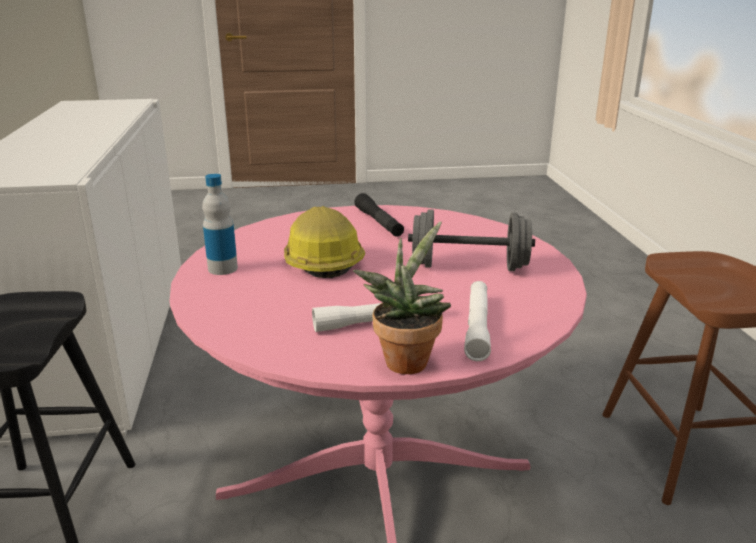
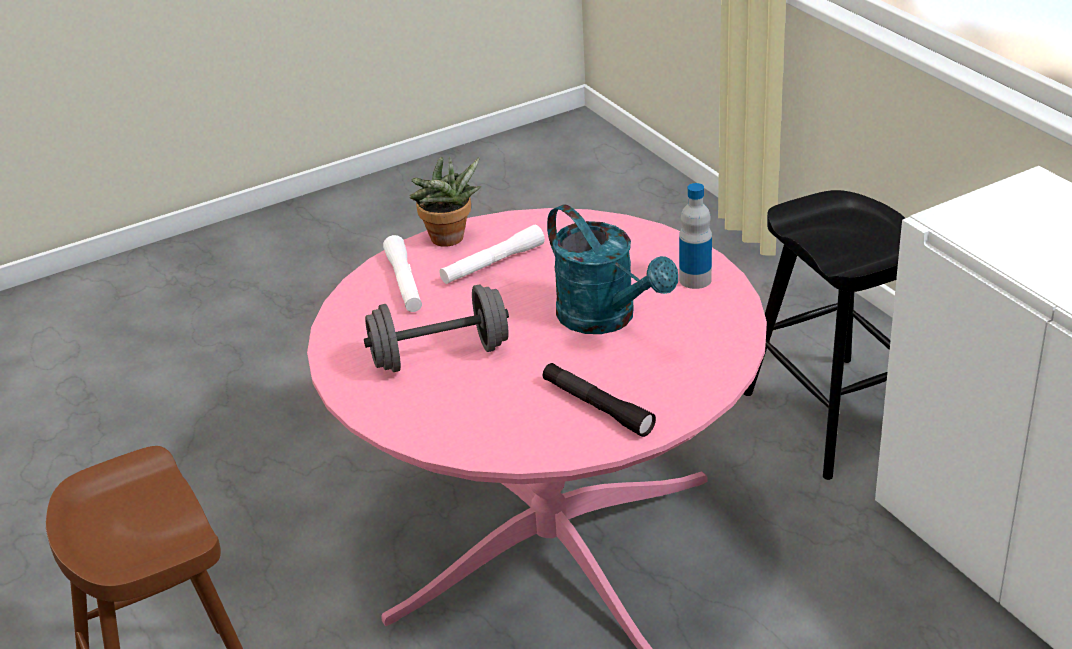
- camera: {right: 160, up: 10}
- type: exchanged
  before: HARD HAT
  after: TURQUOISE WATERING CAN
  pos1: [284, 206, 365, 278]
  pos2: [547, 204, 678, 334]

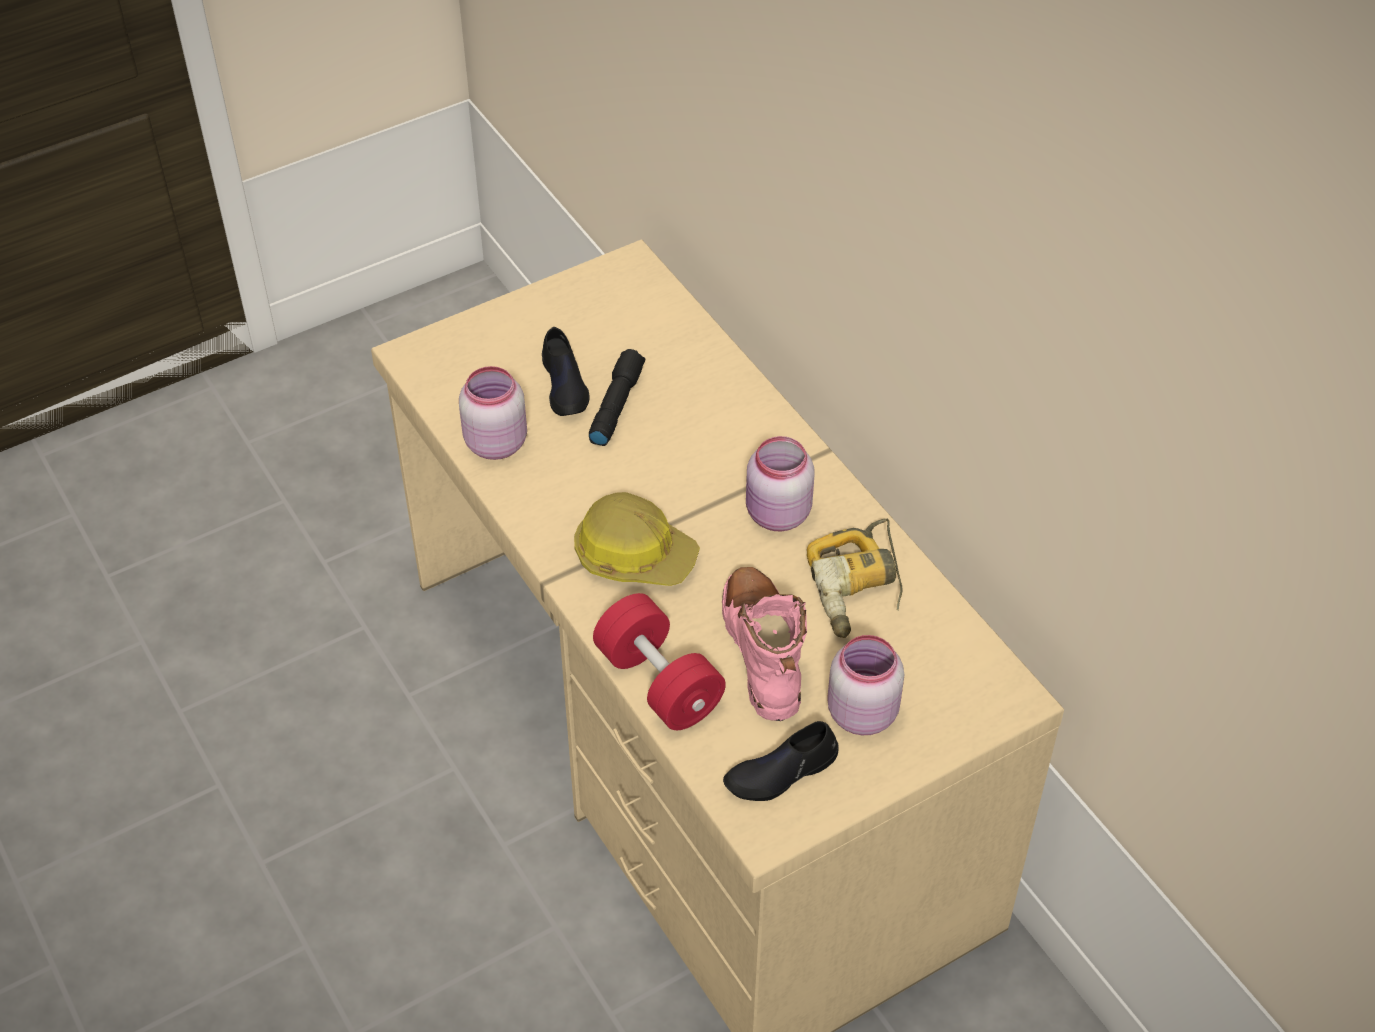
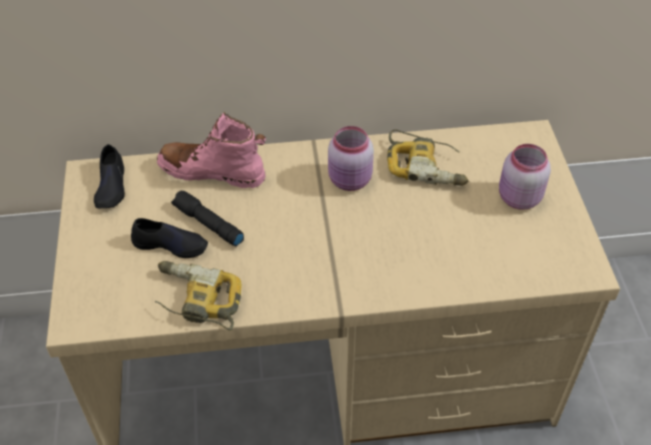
- camera: {right: -65, up: 0}
- type: exchanged
  before: PINK JAR
  after: POWER DRILL
  pos1: [459, 366, 527, 460]
  pos2: [155, 261, 242, 331]
- type: missing
  before: HARD HAT
  pos1: [574, 492, 700, 586]
- type: missing
  before: RED DUMBBELL
  pos1: [593, 593, 726, 730]
- type: relocated
  before: PINK BOOT
  pos1: [722, 567, 807, 721]
  pos2: [157, 112, 266, 188]
- type: relocated
  before: BLACK SHOE
  pos1: [723, 721, 838, 801]
  pos2: [94, 144, 125, 208]

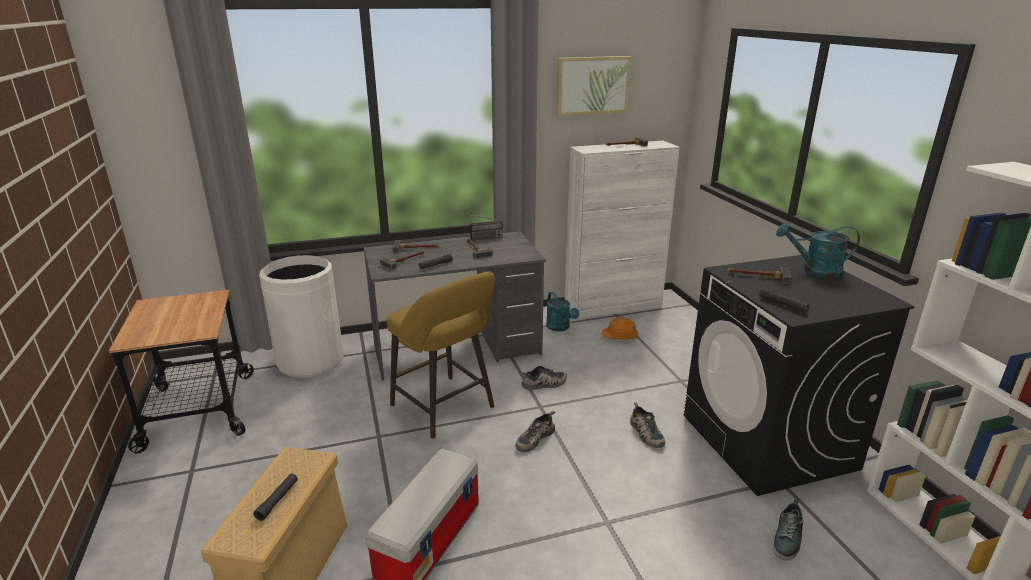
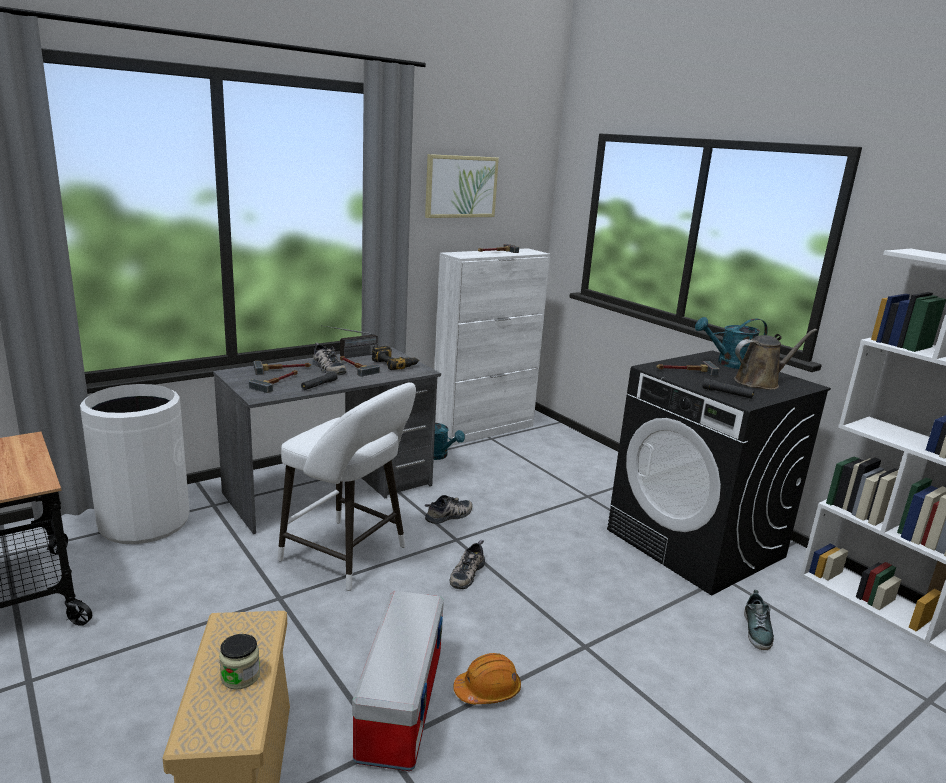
- camera: {right: -20, up: -5}
- type: exchanged
  before: BLACK FLASHLIGHT
  after: JAR
  pos1: [253, 474, 298, 521]
  pos2: [219, 634, 260, 690]
- type: colour
  before: YELLOW STOOL
  after: WHITE STOOL
  pos1: [387, 271, 495, 439]
  pos2: [278, 382, 416, 591]
- type: relocated
  before: ORANGE HARD HAT
  pos1: [602, 317, 638, 340]
  pos2: [453, 653, 521, 704]
- type: relocated
  before: SHOE
  pos1: [630, 402, 665, 448]
  pos2: [312, 343, 346, 375]
- type: appeared
  after: POWER DRILL
  pos2: [372, 346, 420, 370]
- type: appeared
  after: BROWN WATERING CAN
  pos2: [734, 329, 817, 390]

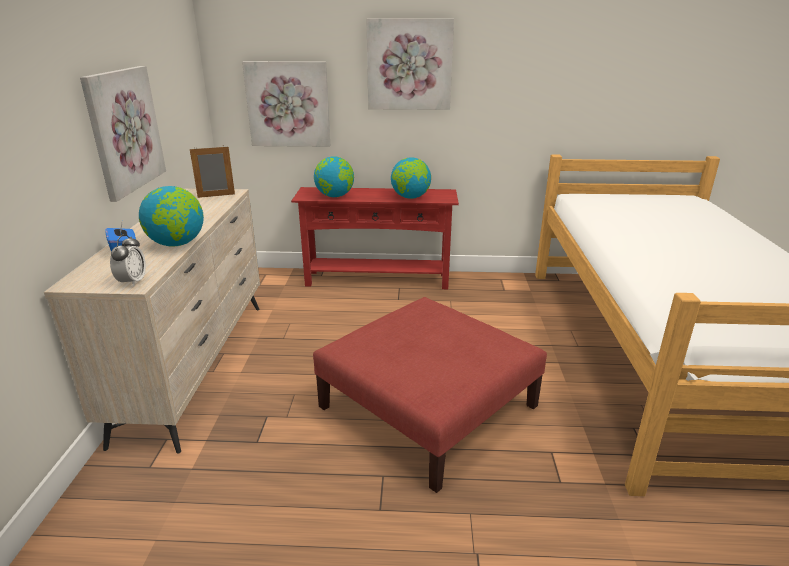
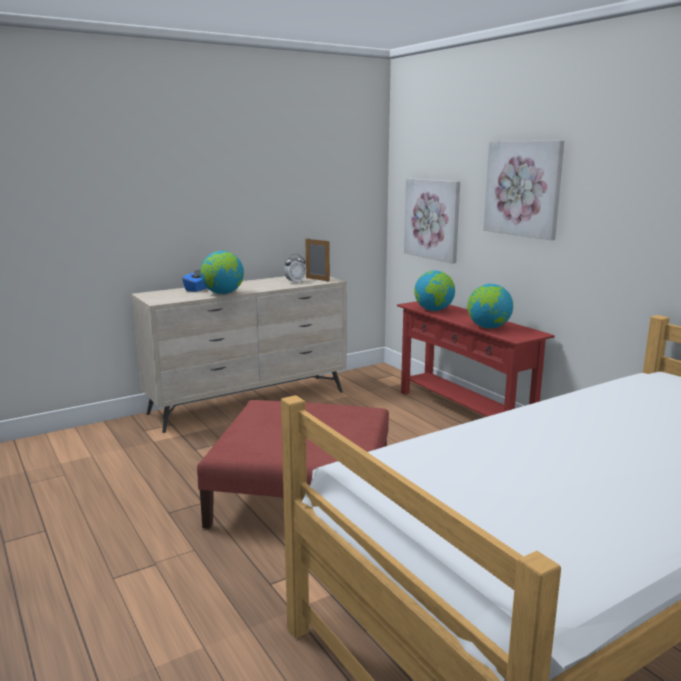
- camera: {right: 55, up: -10}
- type: missing
  before: PICTURE
  pos1: [80, 66, 166, 202]
- type: relocated
  before: ALARM CLOCK
  pos1: [110, 234, 146, 287]
  pos2: [284, 254, 306, 283]

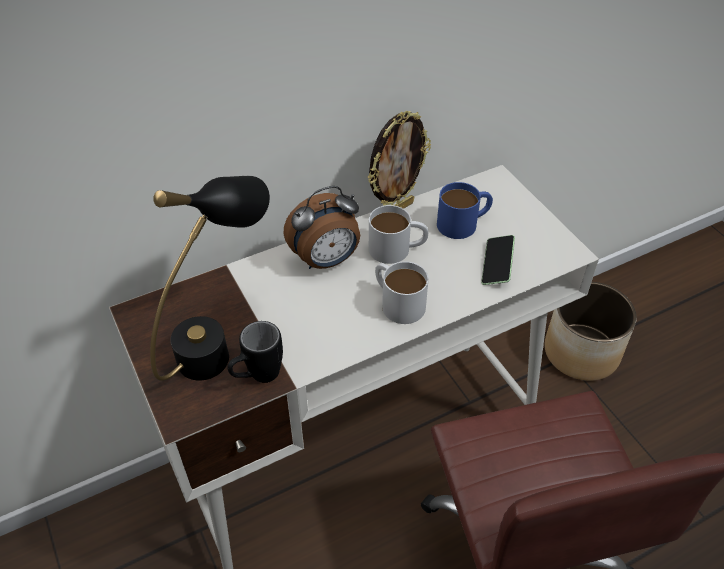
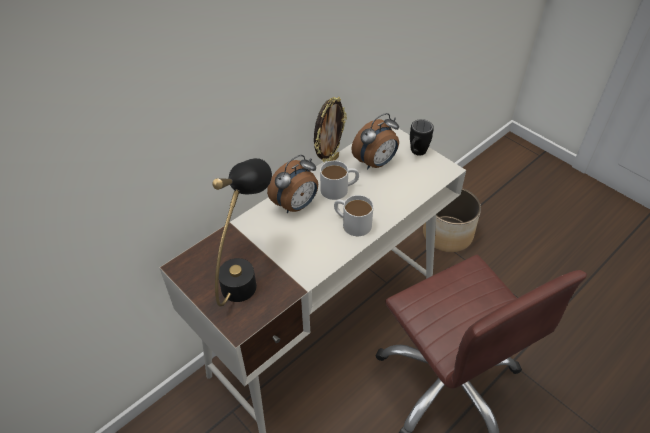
- camera: {right: -15, up: 0}
- type: relocated
  before: BLACK MUG
  pos1: [227, 321, 283, 383]
  pos2: [410, 119, 434, 156]
- type: exchanged
  before: BLUE MUG
  after: ALARM CLOCK
  pos1: [437, 182, 493, 239]
  pos2: [351, 113, 399, 170]
- type: missing
  before: PHONE
  pos1: [481, 235, 515, 285]

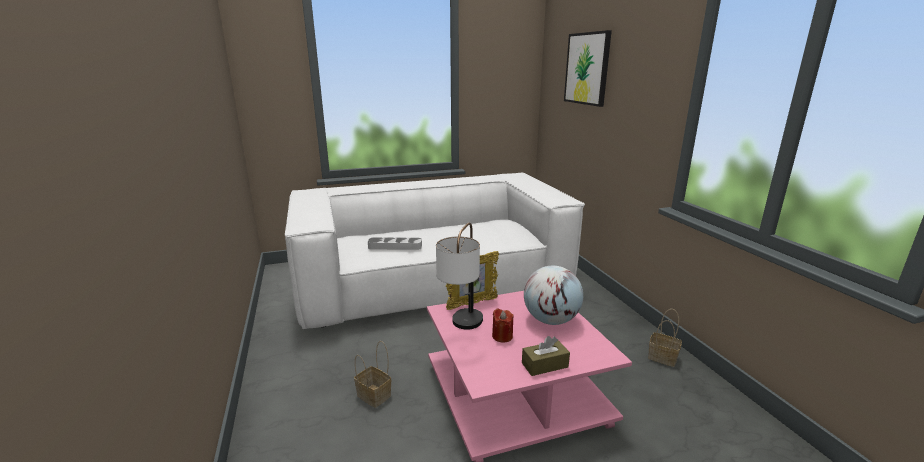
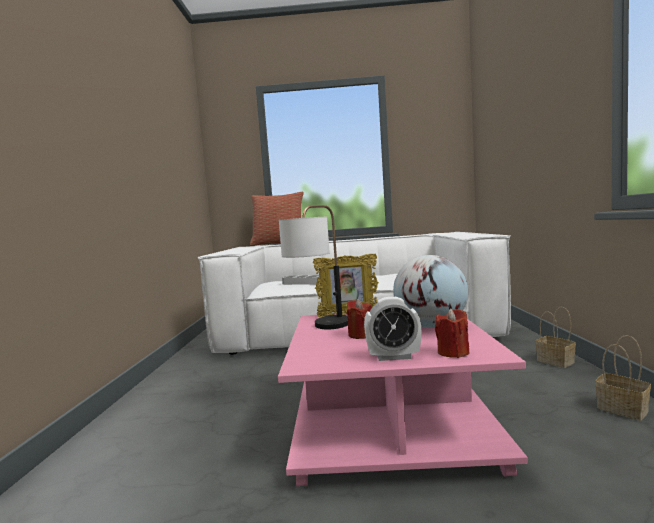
- camera: {right: 20, up: -15}
- type: relocated
  before: BASKET
  pos1: [354, 341, 391, 408]
  pos2: [535, 307, 576, 368]
- type: exchanged
  before: BROWN TISSUE BOX
  after: ALARM CLOCK
  pos1: [522, 336, 570, 376]
  pos2: [364, 297, 421, 361]
- type: missing
  before: PICTURE
  pos1: [564, 30, 612, 107]
- type: appeared
  after: PILLOW
  pos2: [250, 192, 304, 246]
- type: appeared
  after: RED CANDLE
  pos2: [435, 308, 470, 358]

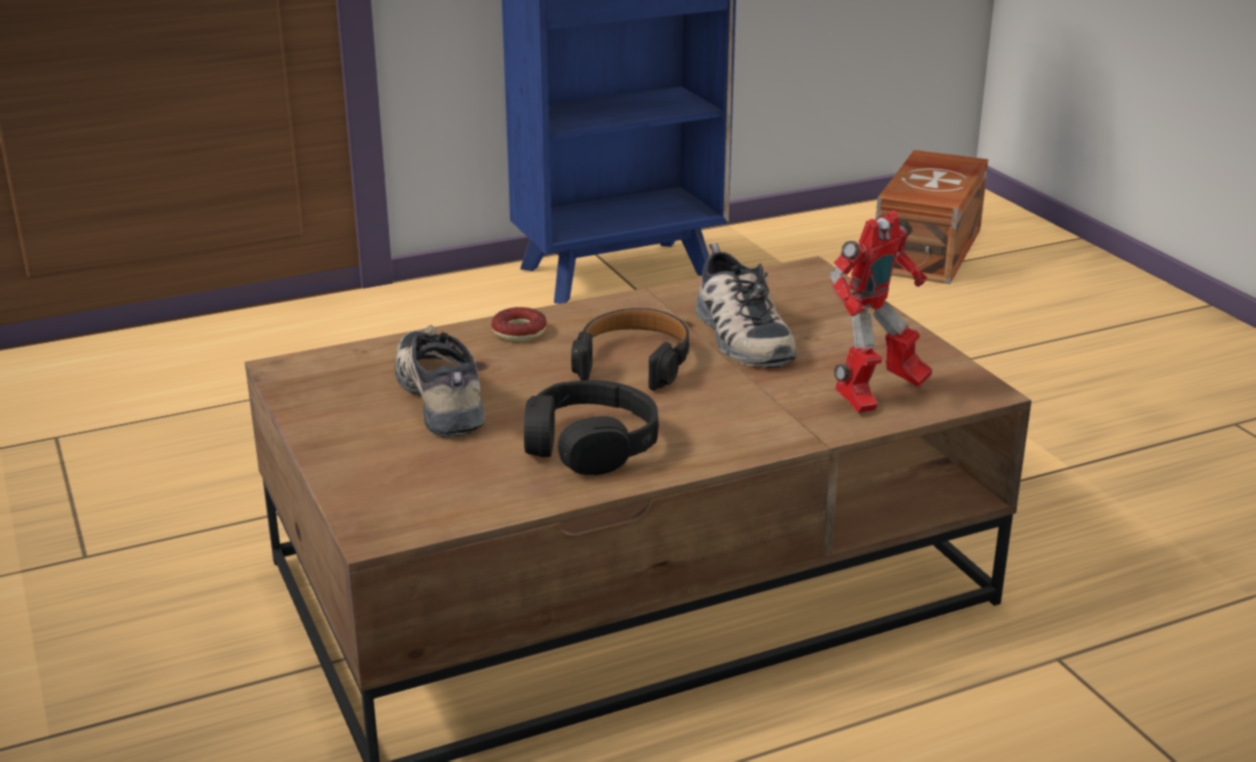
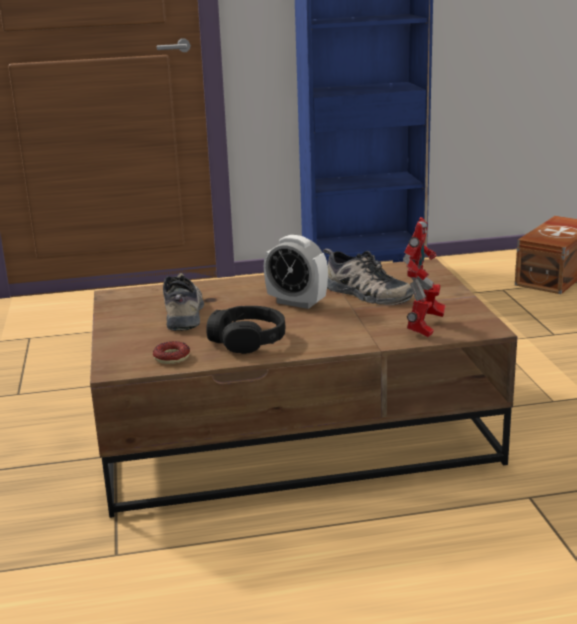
- camera: {right: 15, up: -5}
- type: relocated
  before: DONUT
  pos1: [492, 307, 547, 341]
  pos2: [153, 341, 190, 364]
- type: exchanged
  before: BLACK HEADPHONES
  after: ALARM CLOCK
  pos1: [571, 308, 689, 391]
  pos2: [264, 235, 328, 309]
- type: spun
  before: SHOE
  pos1: [696, 243, 797, 368]
  pos2: [323, 249, 413, 305]
  turn: -45
- type: spun
  before: TOY ROBOT
  pos1: [830, 210, 932, 413]
  pos2: [403, 217, 446, 337]
  turn: -45

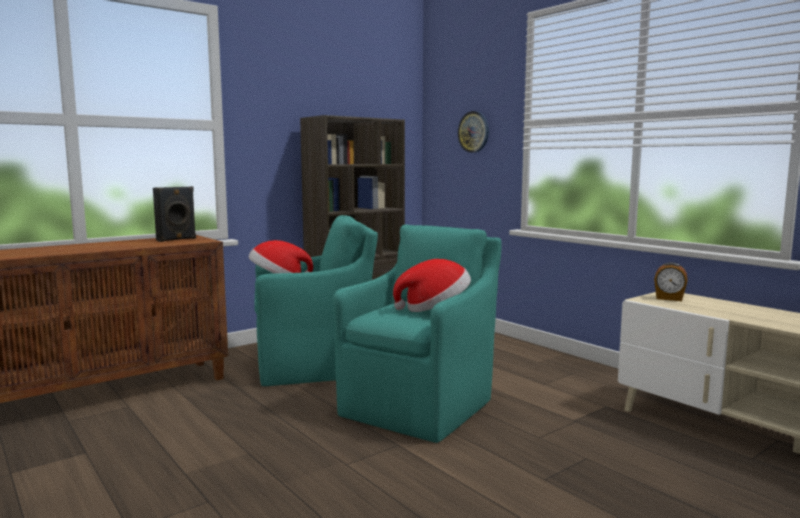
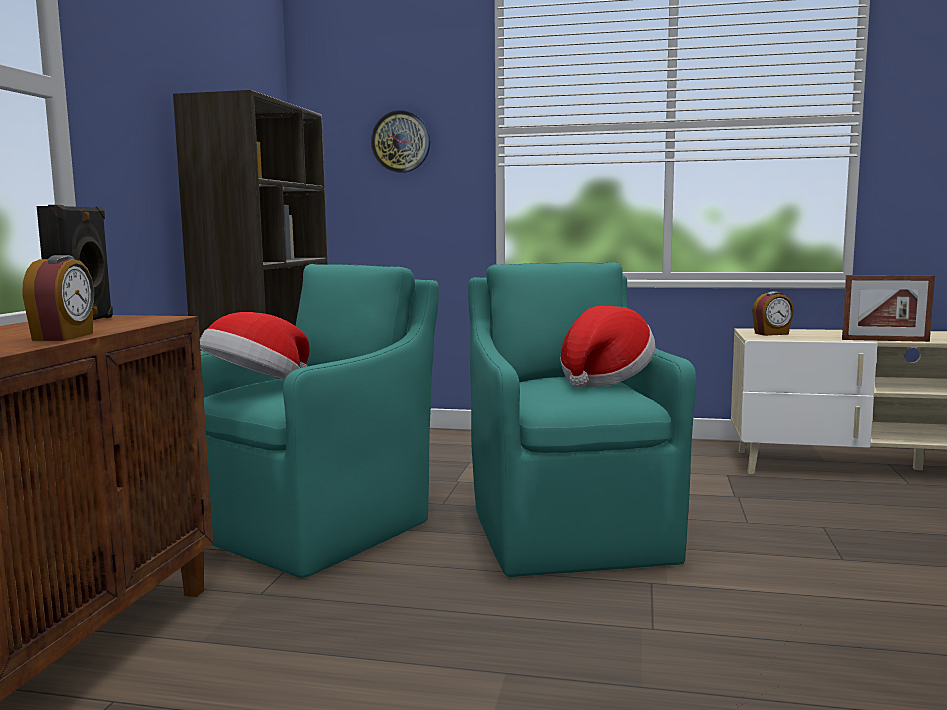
- camera: {right: -40, up: 0}
- type: appeared
  after: ALARM CLOCK
  pos2: [22, 255, 94, 341]
- type: appeared
  after: PICTURE FRAME
  pos2: [842, 275, 935, 342]

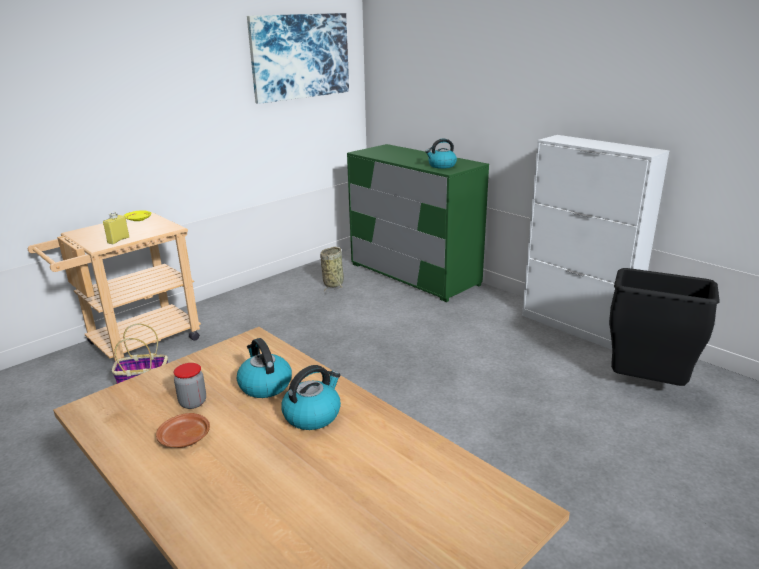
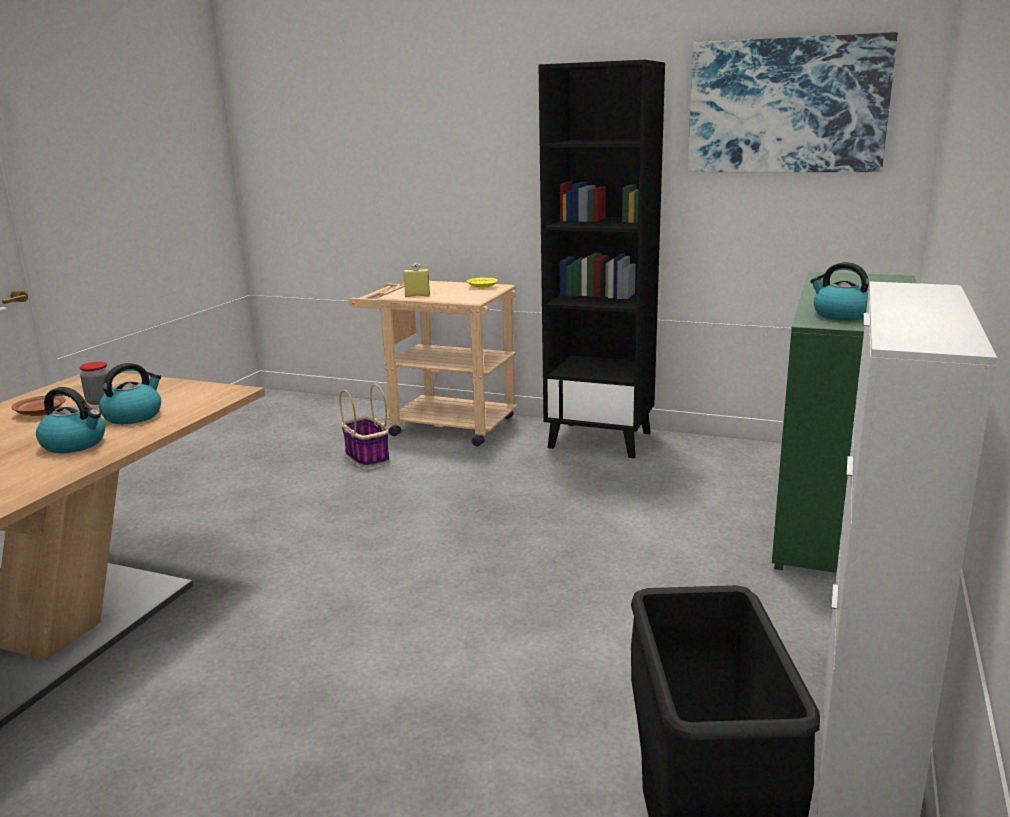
- camera: {right: 65, up: -5}
- type: missing
  before: BASKET
  pos1: [320, 247, 344, 291]
- type: appeared
  after: BLACK BOOKCASE
  pos2: [539, 60, 665, 458]

